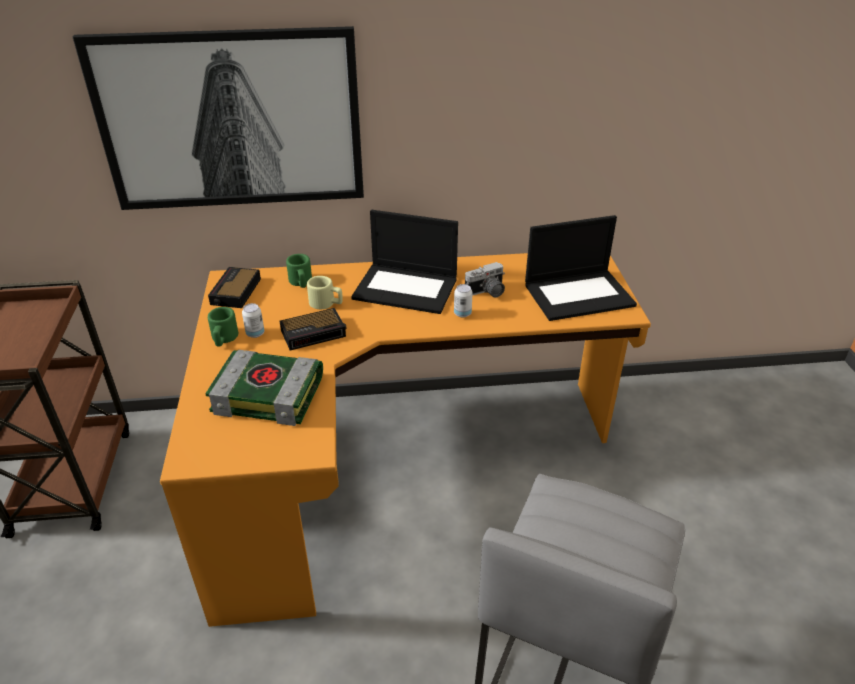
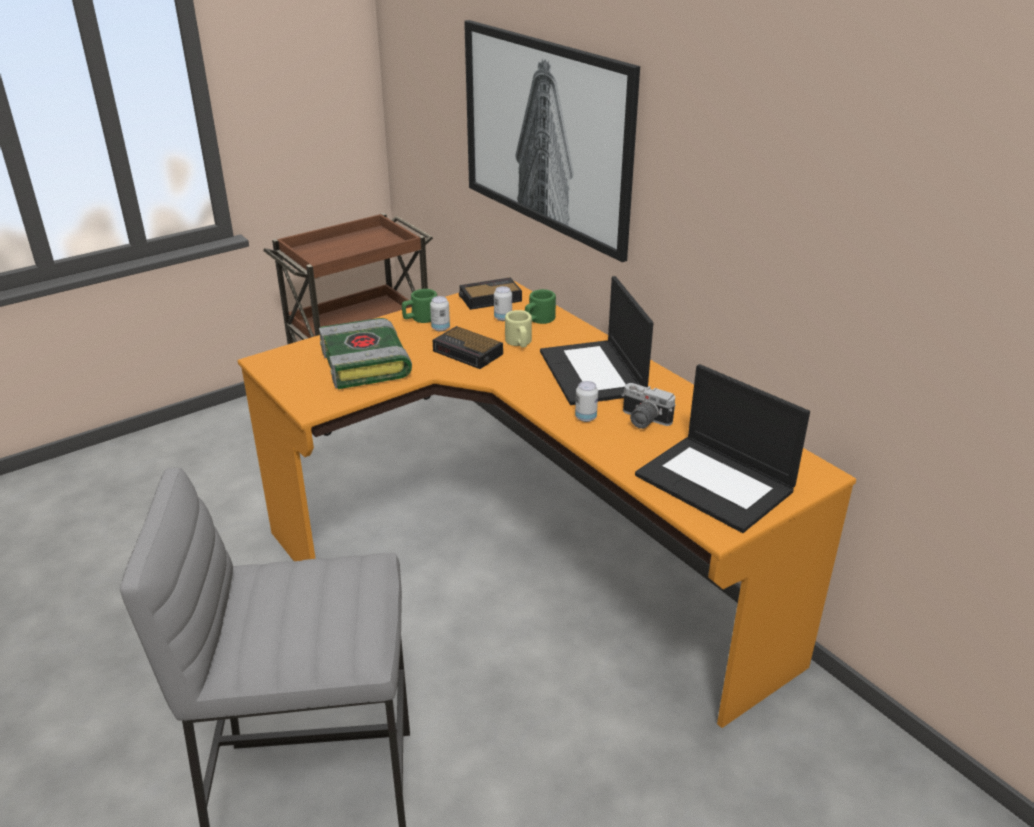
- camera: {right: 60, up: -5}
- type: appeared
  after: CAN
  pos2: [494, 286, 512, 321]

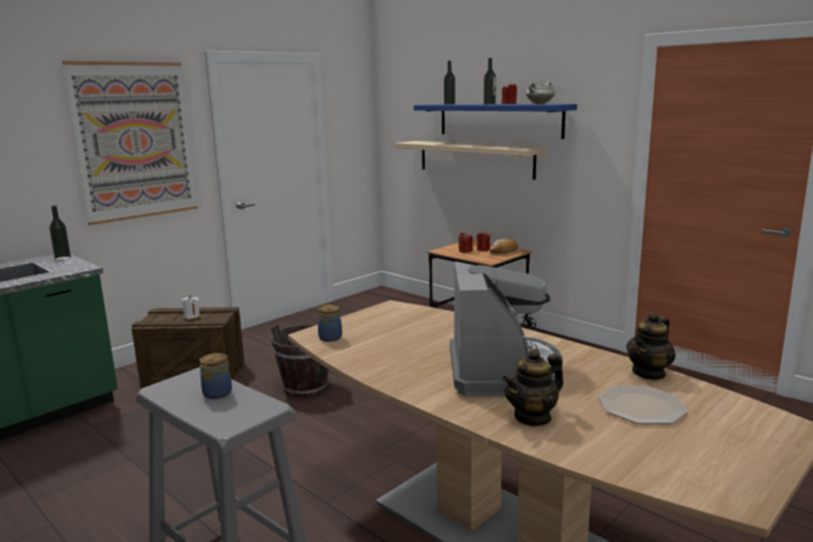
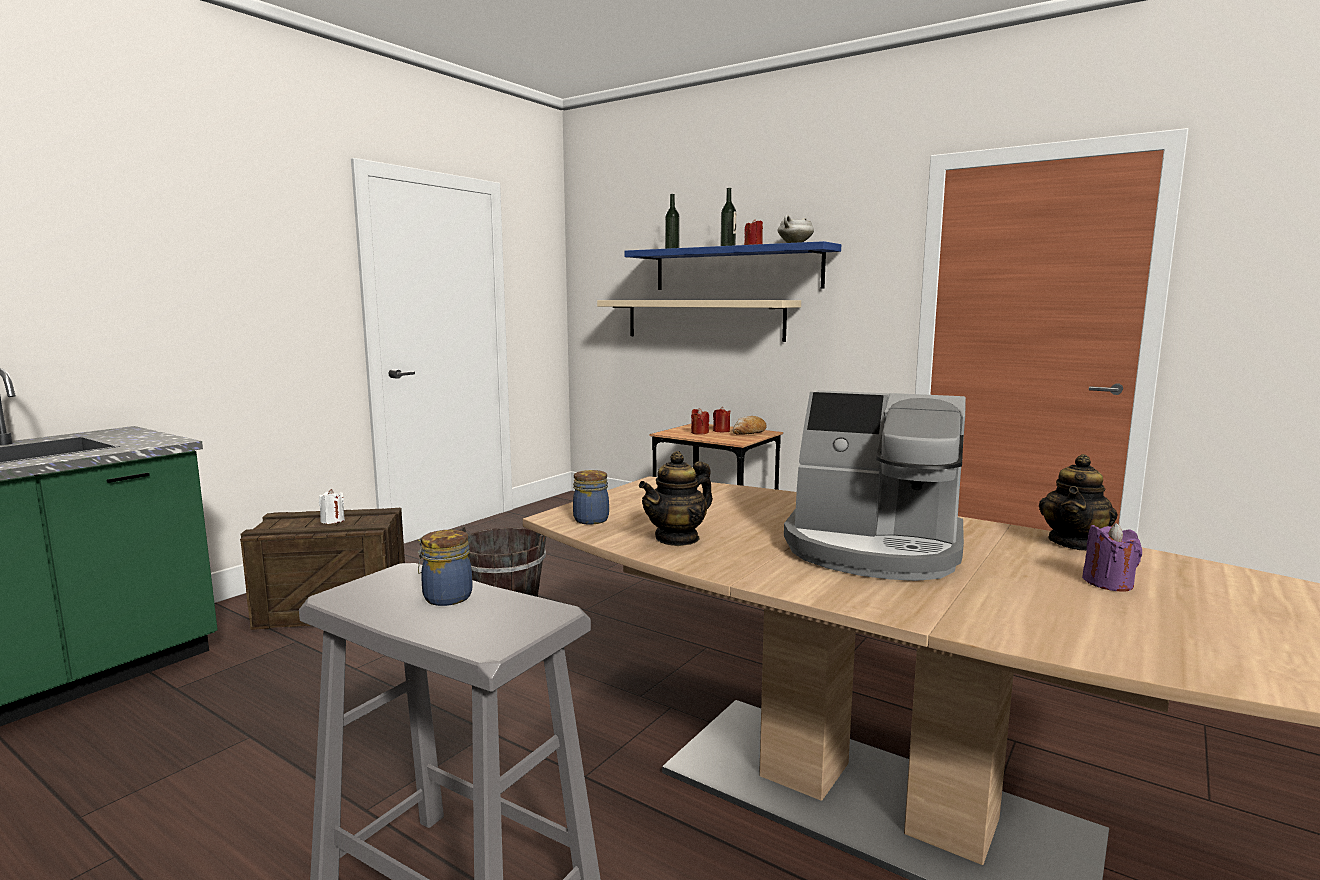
- camera: {right: -10, up: -5}
- type: missing
  before: BOTTLE
  pos1: [49, 205, 71, 260]
- type: missing
  before: PICTURE
  pos1: [62, 61, 198, 225]
- type: spun
  before: COFFEE MACHINE
  pos1: [450, 261, 563, 397]
  pos2: [784, 390, 966, 581]
  turn: 120
- type: relocated
  before: TEAPOT
  pos1: [502, 349, 563, 427]
  pos2: [639, 451, 713, 546]
- type: exchanged
  before: PLATE
  after: PURPLE CANDLE
  pos1: [598, 386, 688, 424]
  pos2: [1082, 523, 1142, 591]

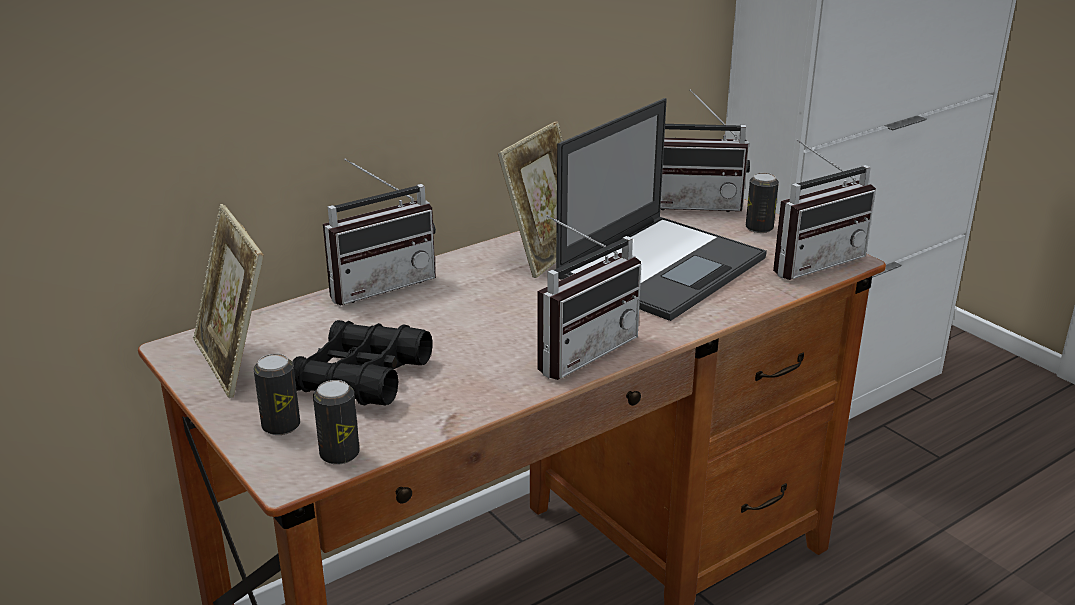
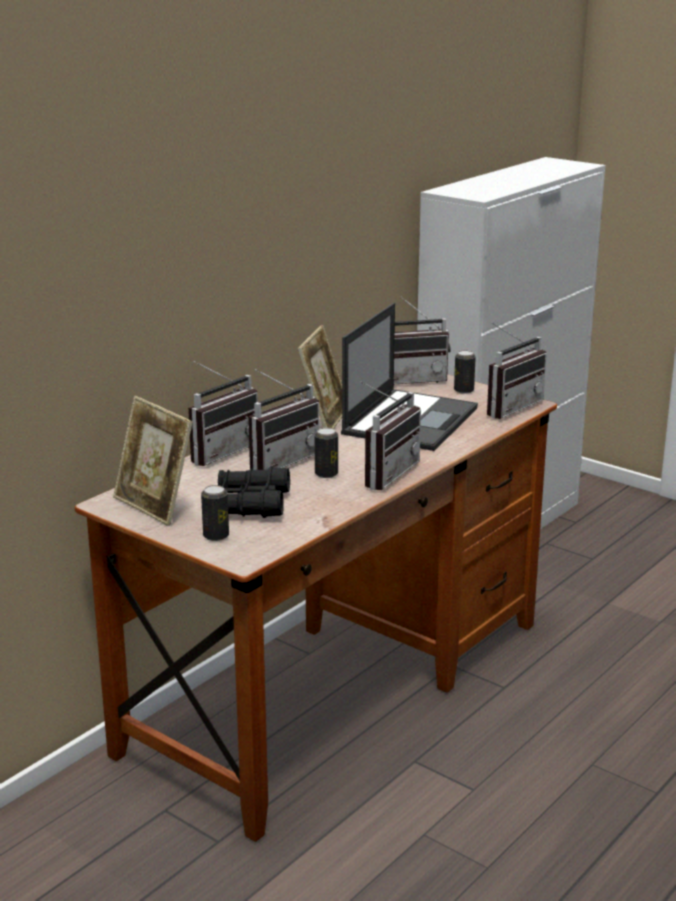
- camera: {right: -15, up: -5}
- type: relocated
  before: CAN
  pos1: [313, 380, 360, 465]
  pos2: [315, 428, 338, 478]
- type: appeared
  after: RADIO
  pos2: [248, 369, 319, 470]

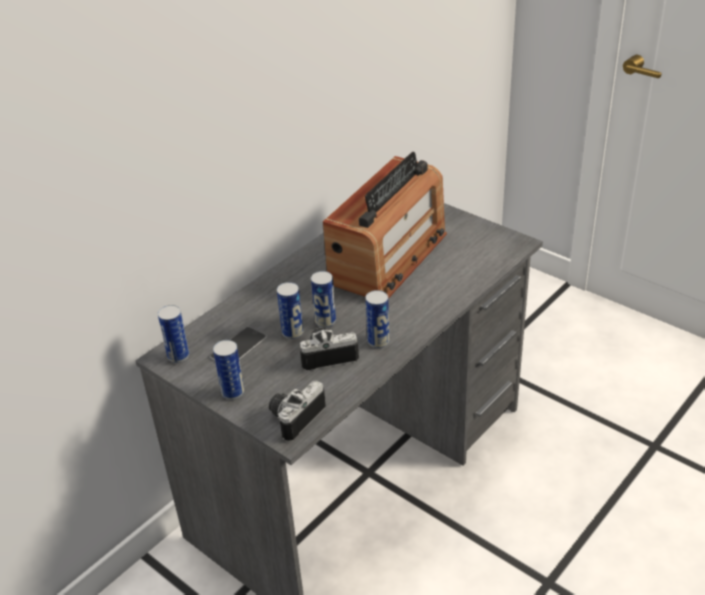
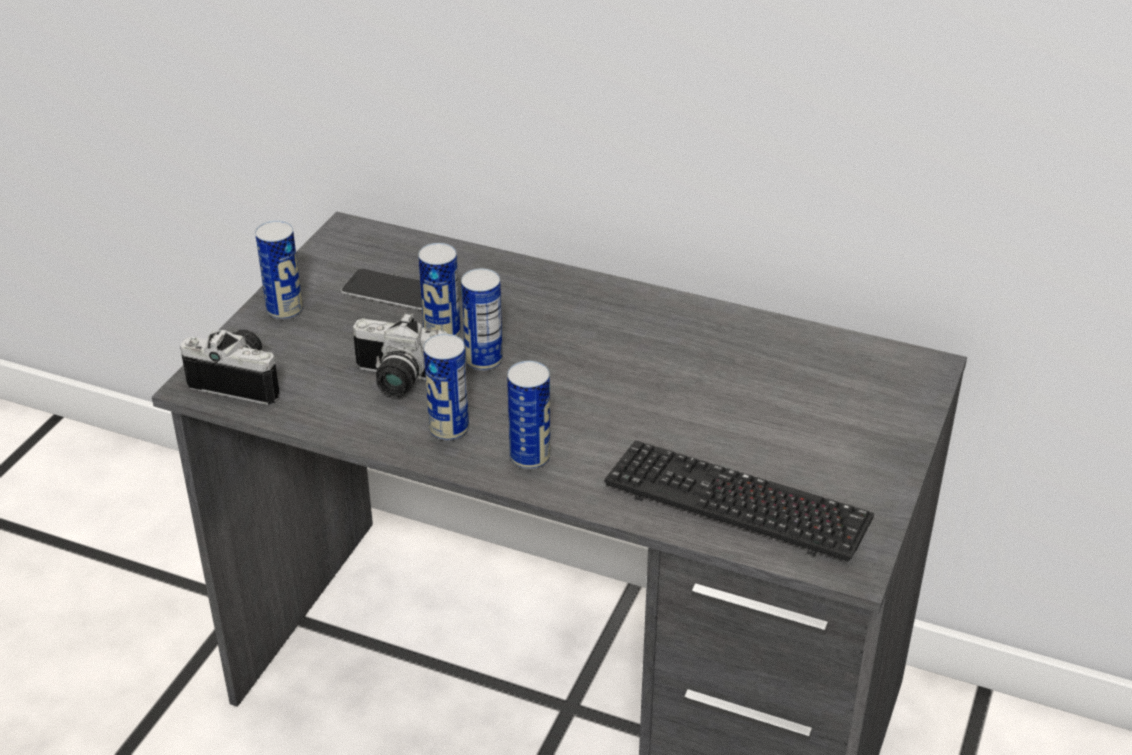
- camera: {right: 70, up: 0}
- type: relocated
  before: CAN
  pos1: [158, 305, 189, 363]
  pos2: [507, 361, 550, 469]
- type: spun
  before: PHOTO CAMERA
  pos1: [300, 328, 359, 371]
  pos2: [353, 312, 448, 397]
  turn: 135
- type: missing
  before: RADIO
  pos1: [323, 152, 447, 299]
- type: appeared
  after: KEYBOARD
  pos2: [604, 441, 874, 561]

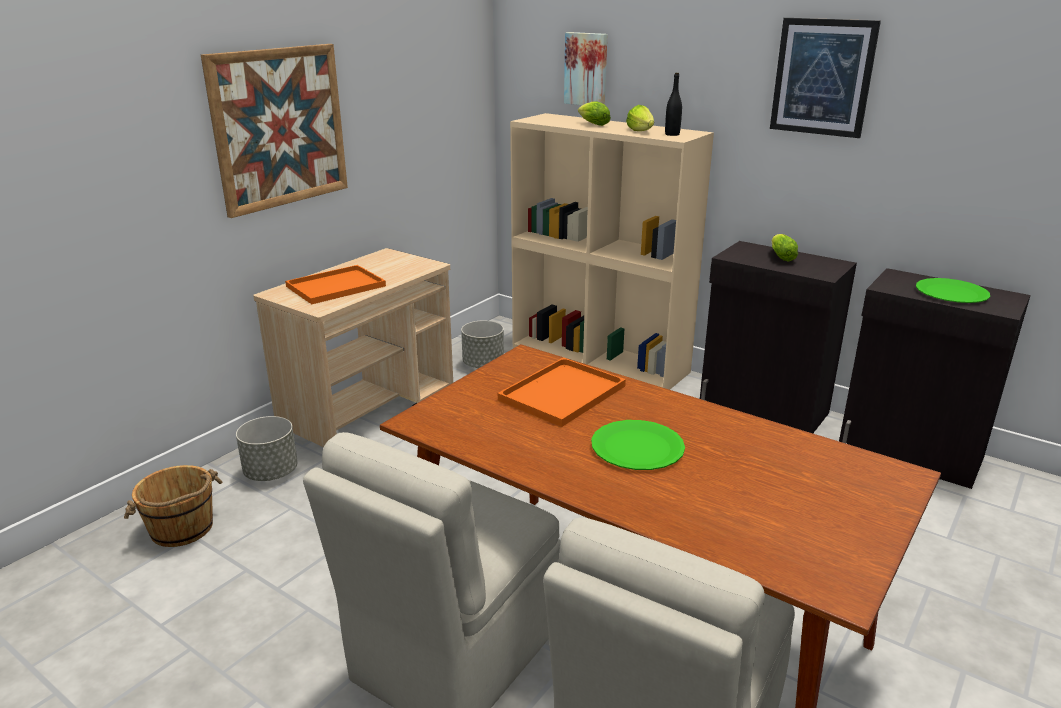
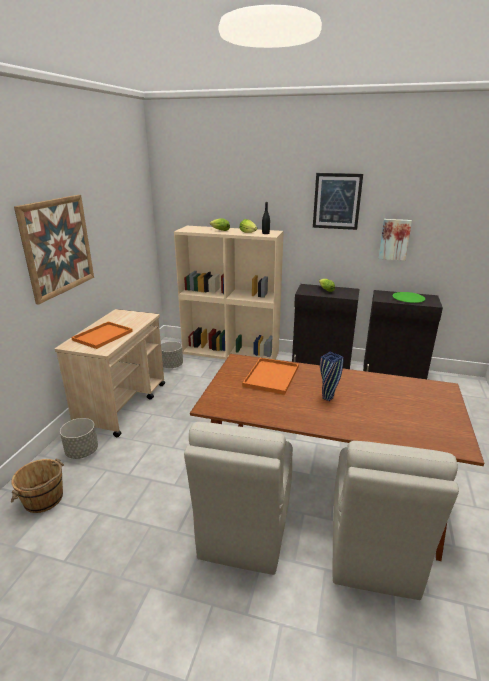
- camera: {right: -20, up: 0}
- type: relocated
  before: PICTURE
  pos1: [564, 32, 608, 105]
  pos2: [379, 219, 412, 261]
- type: exchanged
  before: GREEN PLATE
  after: BLUE VASE
  pos1: [591, 420, 685, 470]
  pos2: [320, 352, 344, 401]

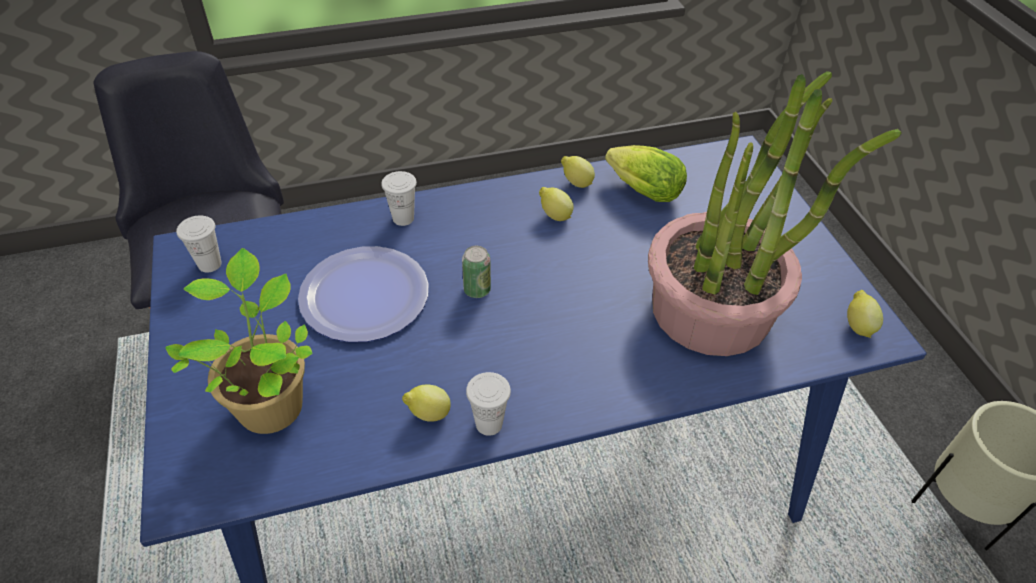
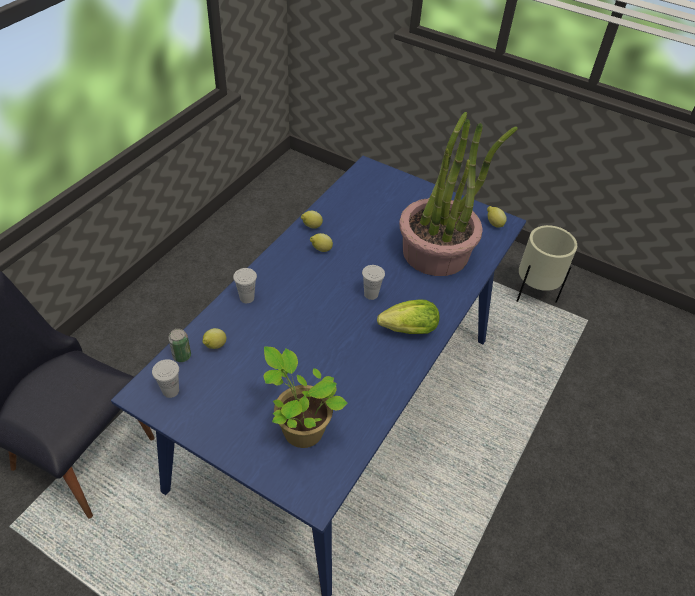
- camera: {right: -45, up: 0}
- type: missing
  before: PLATE
  pos1: [298, 246, 429, 342]
- type: relocated
  before: LEMON
  pos1: [402, 385, 451, 422]
  pos2: [202, 328, 226, 349]
- type: relocated
  before: CAN
  pos1: [462, 246, 491, 298]
  pos2: [168, 328, 191, 362]
- type: relocated
  before: WHITE CUP
  pos1: [466, 372, 511, 436]
  pos2: [362, 265, 385, 300]
- type: relocated
  before: LETTUCE
  pos1: [605, 145, 687, 202]
  pos2: [377, 299, 440, 334]

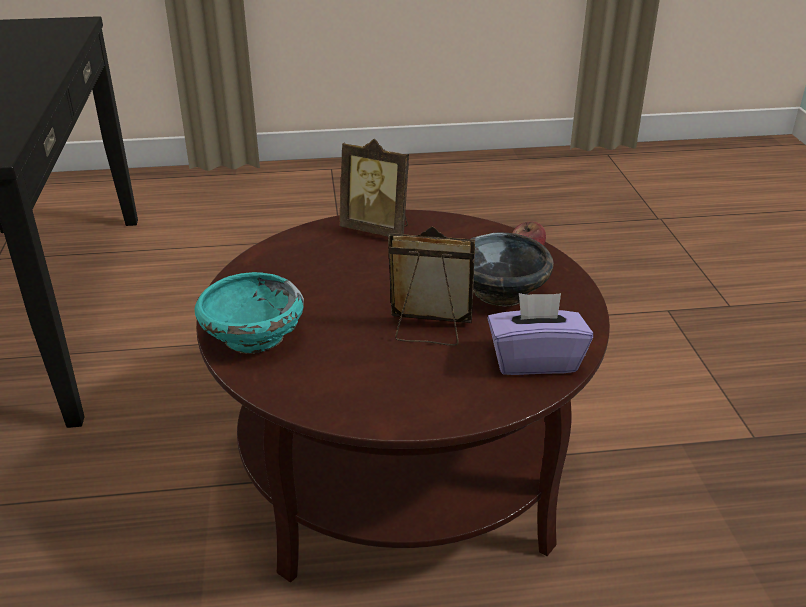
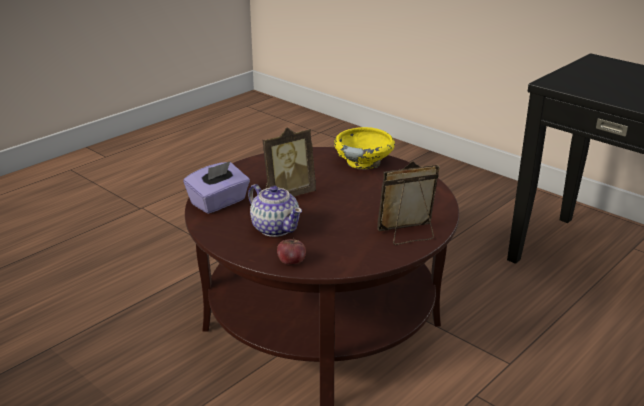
- camera: {right: 140, up: -5}
- type: colour
  before: TURQUOISE BOWL
  after: YELLOW BOWL
  pos1: [195, 272, 304, 354]
  pos2: [334, 127, 395, 170]
- type: exchanged
  before: BLACK BOWL
  after: TEAPOT
  pos1: [471, 233, 554, 307]
  pos2: [248, 184, 302, 237]

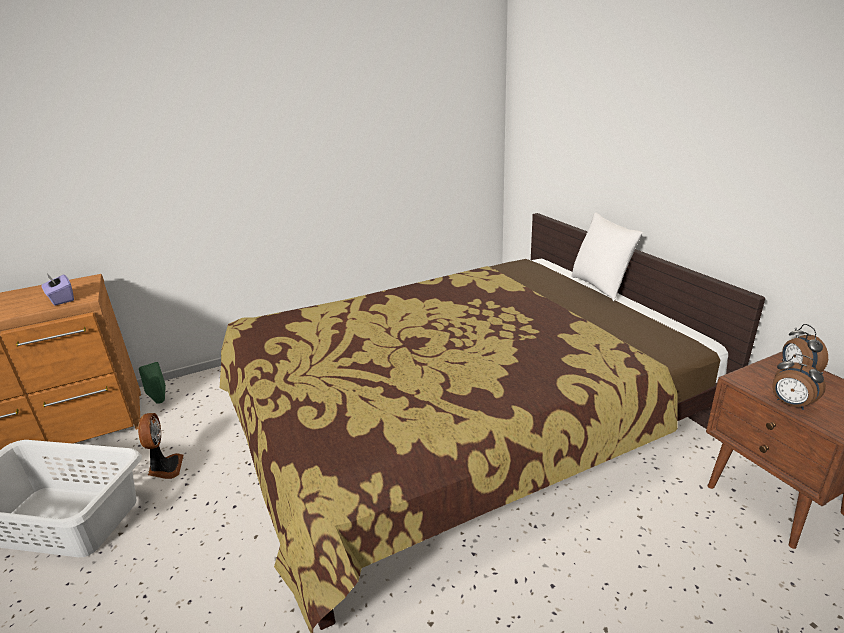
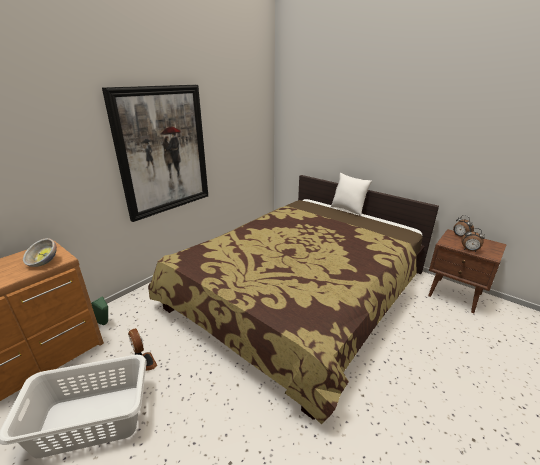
- camera: {right: -25, up: 0}
- type: exchanged
  before: PURPLE TISSUE BOX
  after: BOWL
  pos1: [42, 273, 74, 306]
  pos2: [23, 238, 57, 267]
- type: appeared
  after: PICTURE
  pos2: [102, 85, 208, 222]

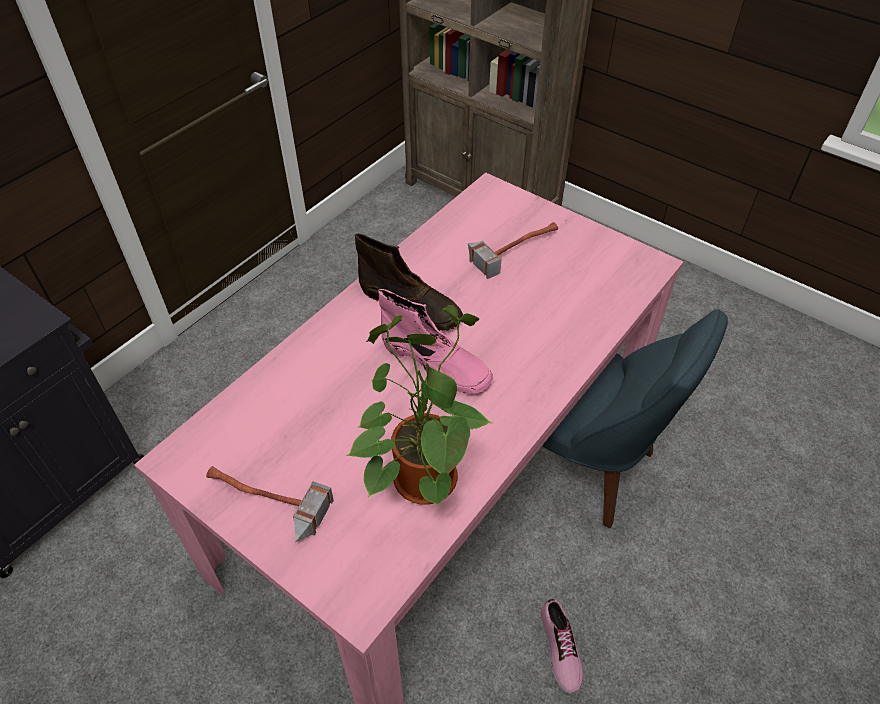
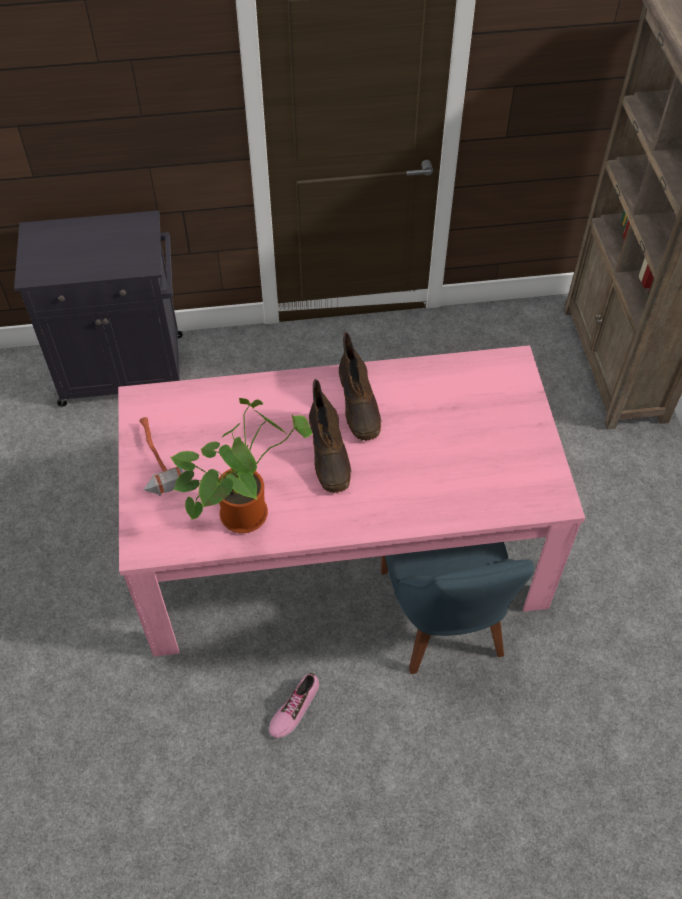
- camera: {right: 45, up: 5}
- type: colour
  before: PINK BOOT
  after: BROWN BOOT
  pos1: [378, 289, 493, 394]
  pos2: [309, 379, 352, 493]
- type: missing
  before: HAMMER
  pos1: [468, 222, 558, 279]

